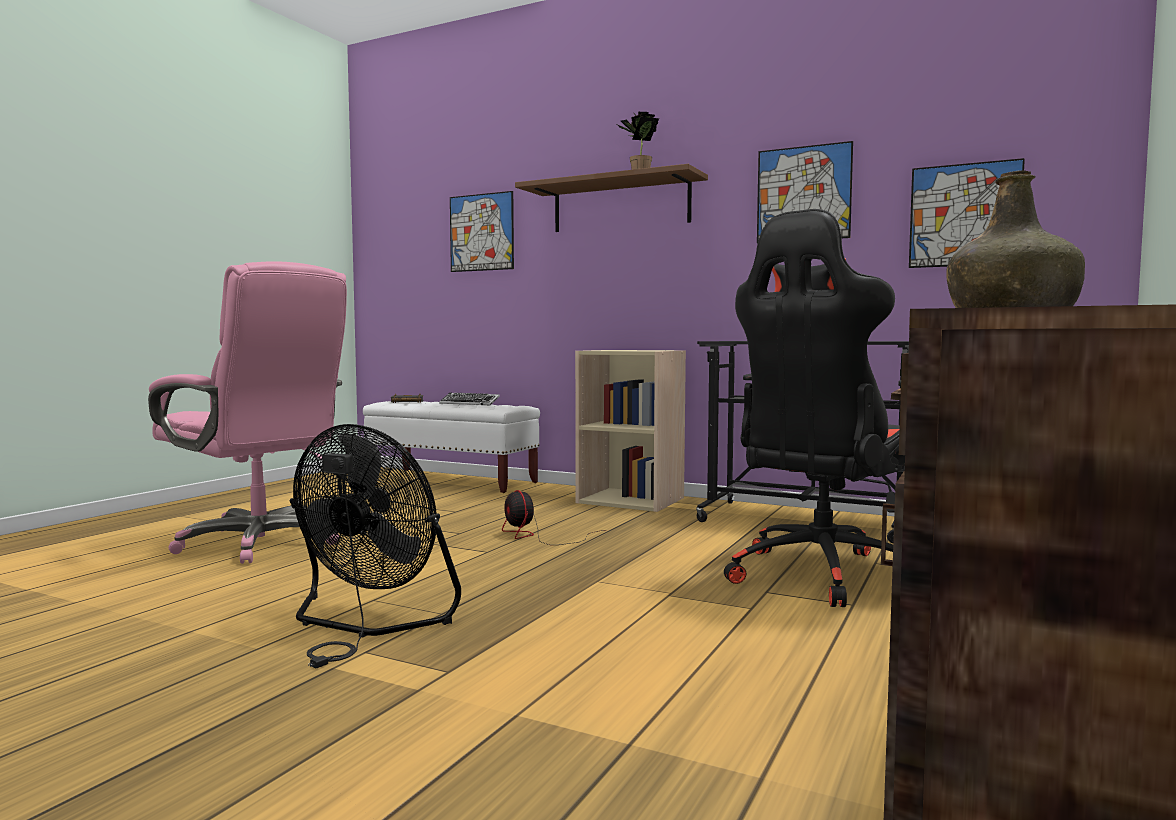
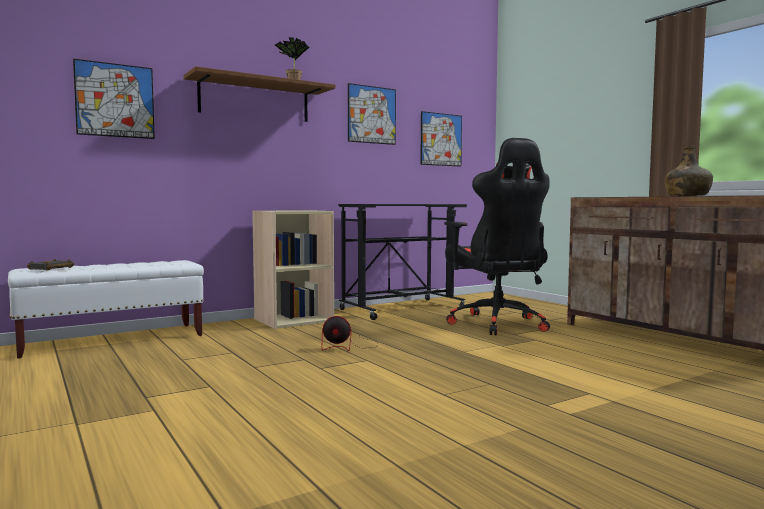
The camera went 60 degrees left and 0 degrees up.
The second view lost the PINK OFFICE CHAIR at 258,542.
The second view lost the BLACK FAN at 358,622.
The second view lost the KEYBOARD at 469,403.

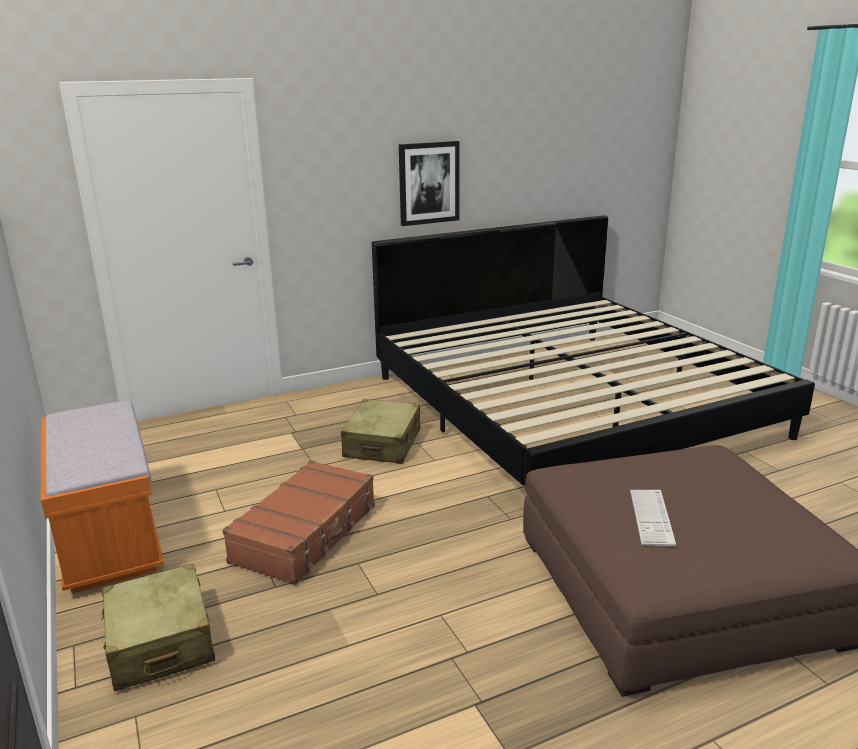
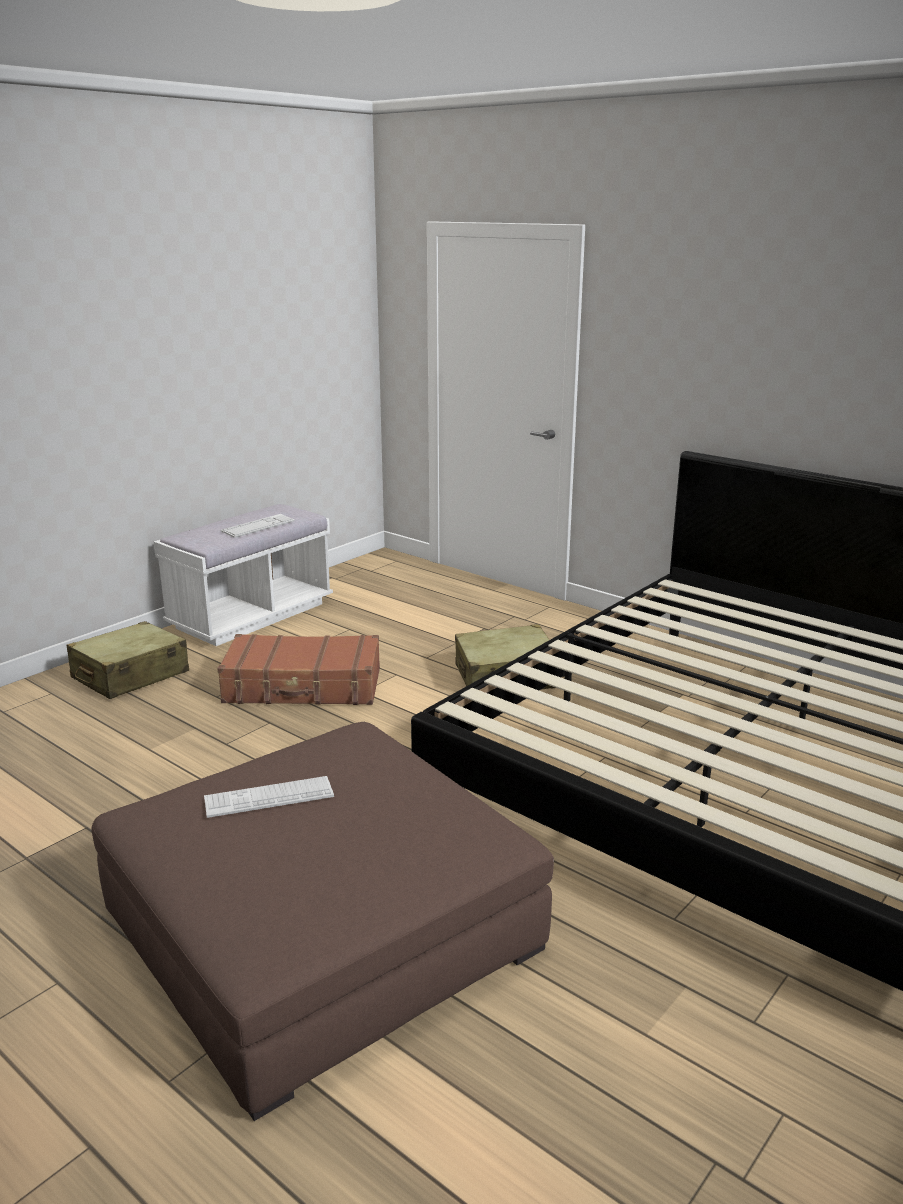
The camera went 65 degrees right and 0 degrees up.
What was the ORANGE BENCH at 109,537 turned into the WHITE BENCH at 251,616.
The second view lost the PICTURE at 429,183.
The second view gained the KEYBOARD at 258,526.

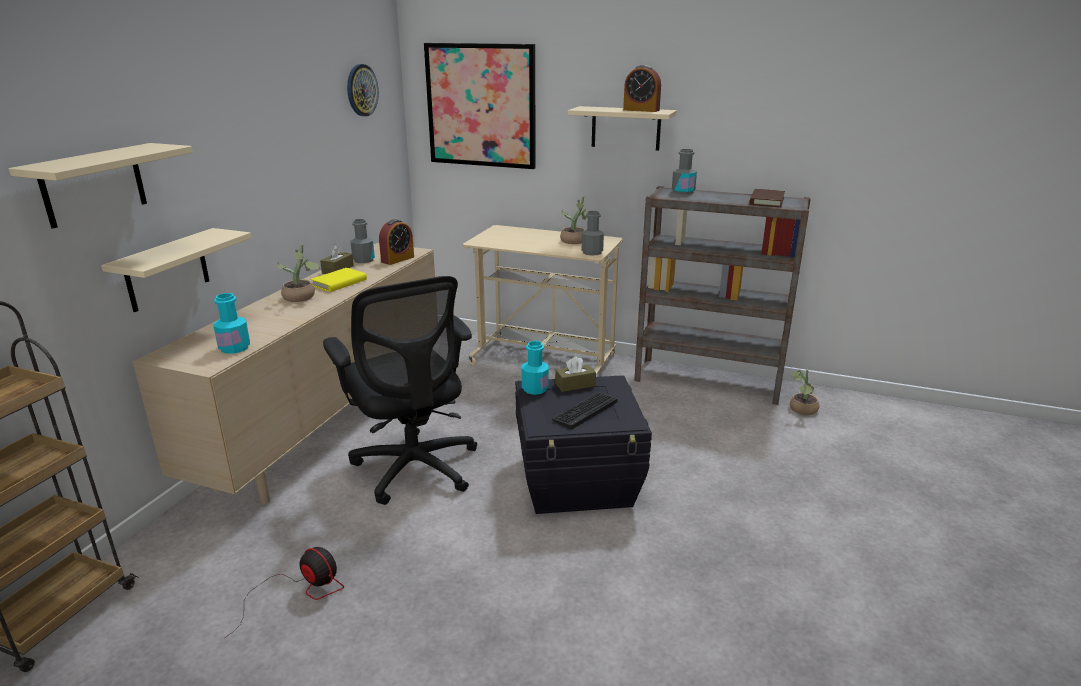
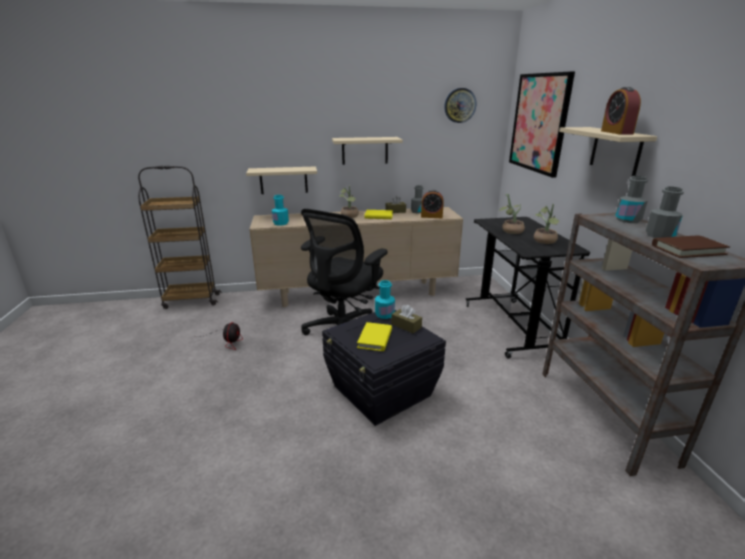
The camera went 60 degrees right and 0 degrees up.
The BEIGE SHELF ended up elsewhere, having gone from 93,185 to 365,150.
What was the BEIGE DESK at 544,360 turned into the BLACK DESK at 511,327.
Where the KEYBOARD stood at 585,410, the YELLOW BOOK came to stand at 375,339.
The GREY BOTTLE ended up elsewhere, having gone from 592,252 to 659,236.
The POTTED PLANT ended up elsewhere, having gone from 801,410 to 509,231.

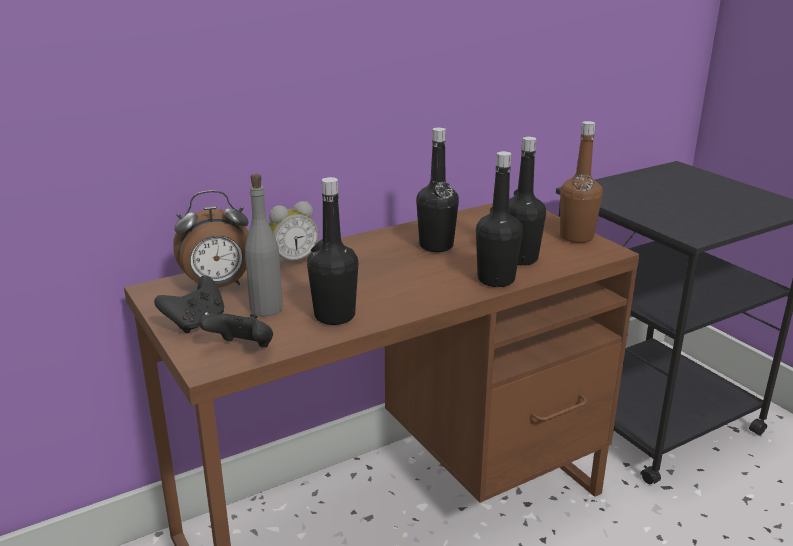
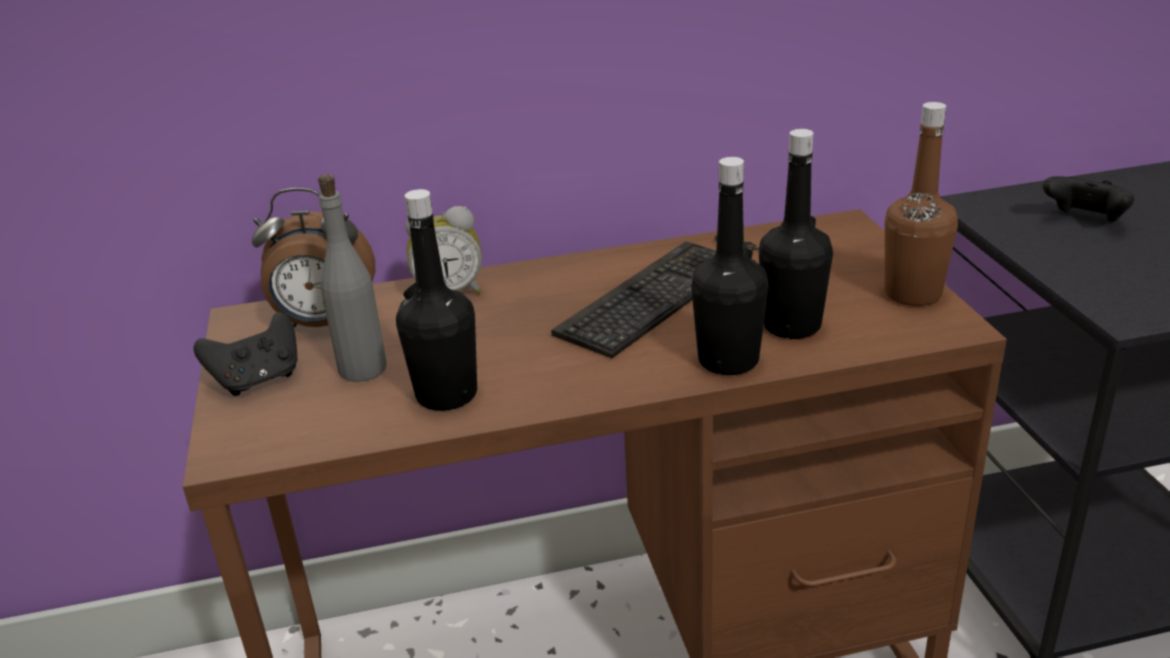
The camera went 20 degrees right and 5 degrees up.
The BLACK GAME CONTROLLER ended up elsewhere, having gone from 242,349 to 1084,221.
Where the BLACK BOTTLE stood at 436,246, the KEYBOARD came to stand at 673,287.

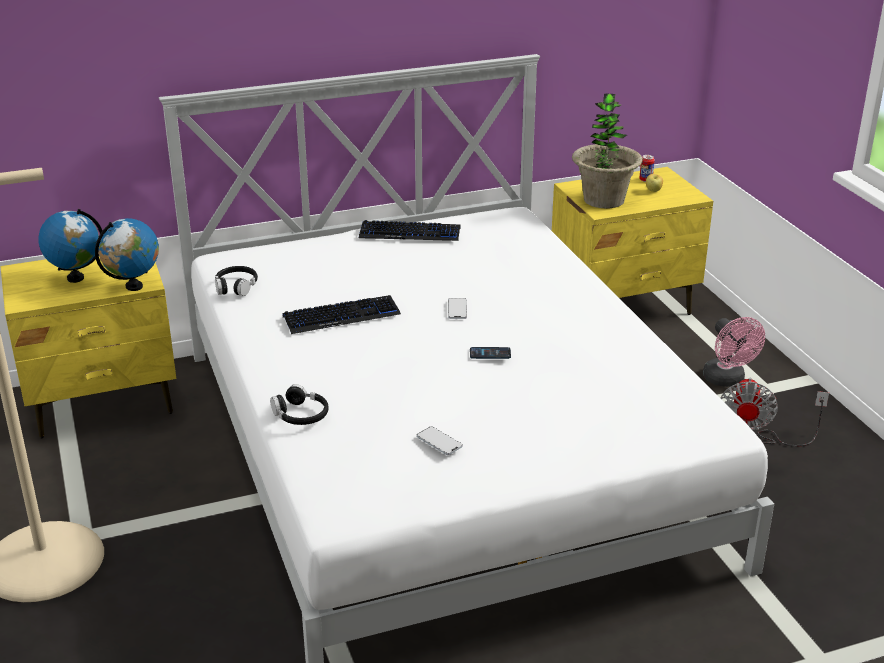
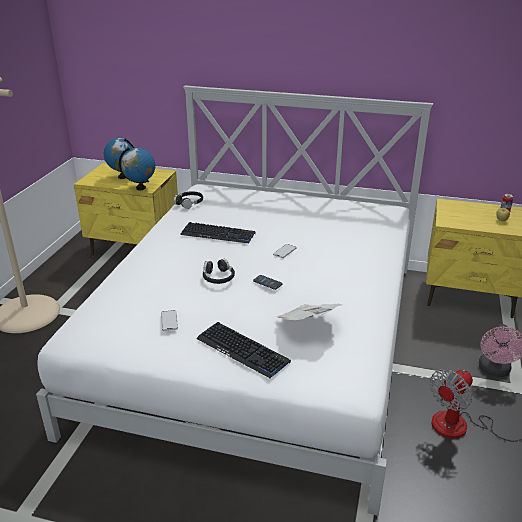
The camera went 35 degrees right and 0 degrees up.
The BLACK HEADPHONES ended up elsewhere, having gone from 300,415 to 218,277.
The KEYBOARD ended up elsewhere, having gone from 410,233 to 242,350.
The second view lost the POTTED PLANT at 603,200.
The second view gained the NEWSPAPER at 308,325.

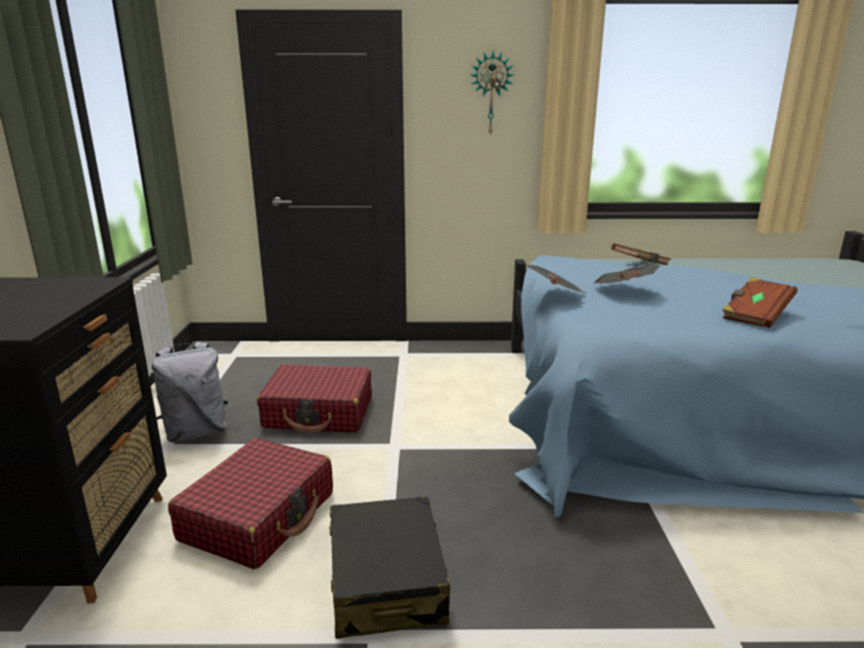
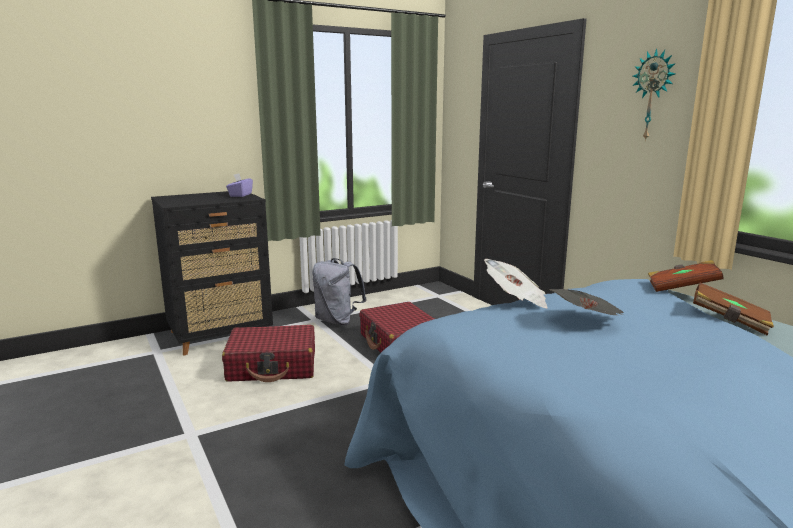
The camera went 60 degrees right and 5 degrees down.
The second view lost the BLACK SUITCASE at 386,582.
The BROWN BOOK ended up elsewhere, having gone from 755,316 to 681,289.
The second view gained the PURPLE TISSUE BOX at 240,195.

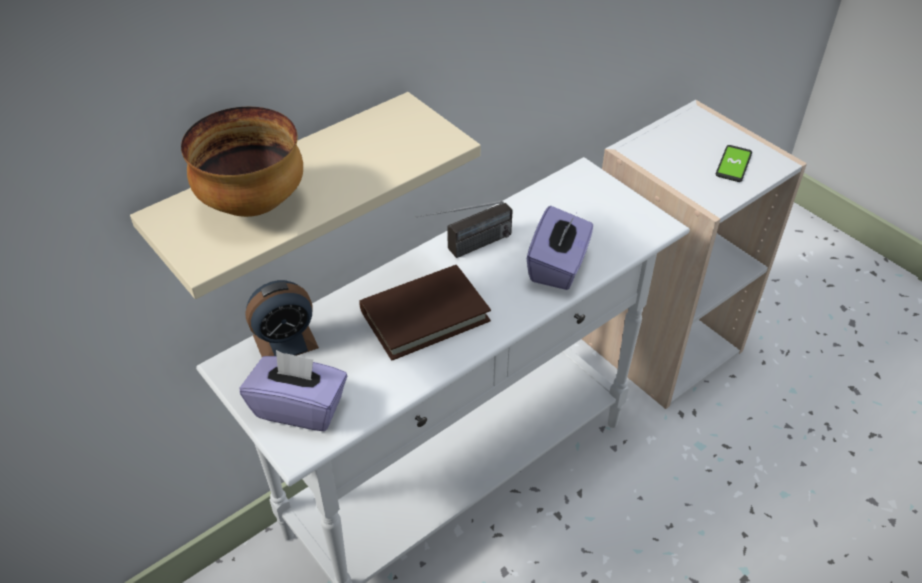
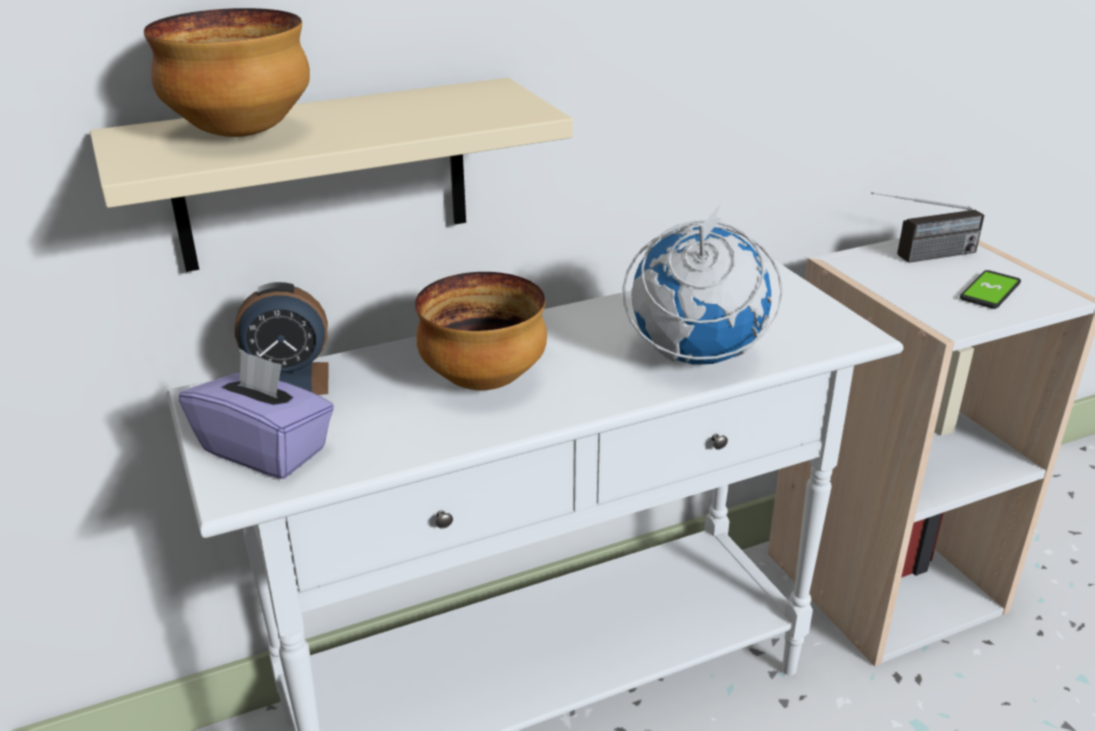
The camera went 15 degrees right and 15 degrees down.
Where the BROWN BOOK stood at 424,315, the BOWL came to stand at 485,382.
The RADIO ended up elsewhere, having gone from 465,249 to 919,257.
Where the PURPLE TISSUE BOX stood at 558,266, the GLOBE came to stand at 694,357.

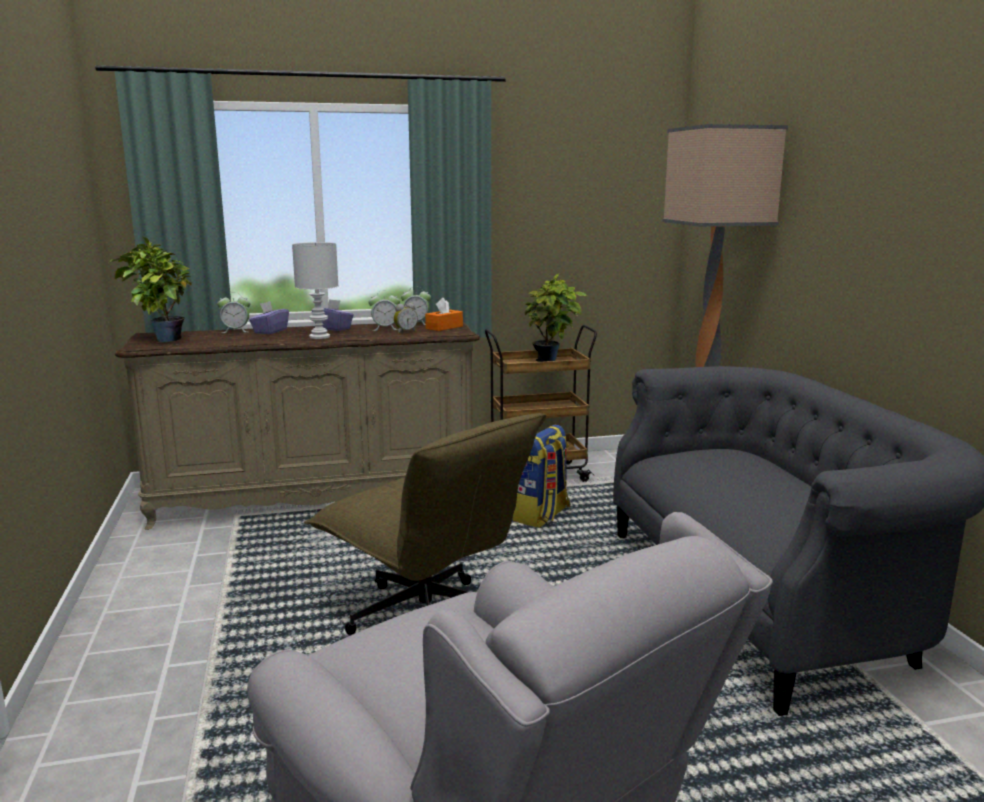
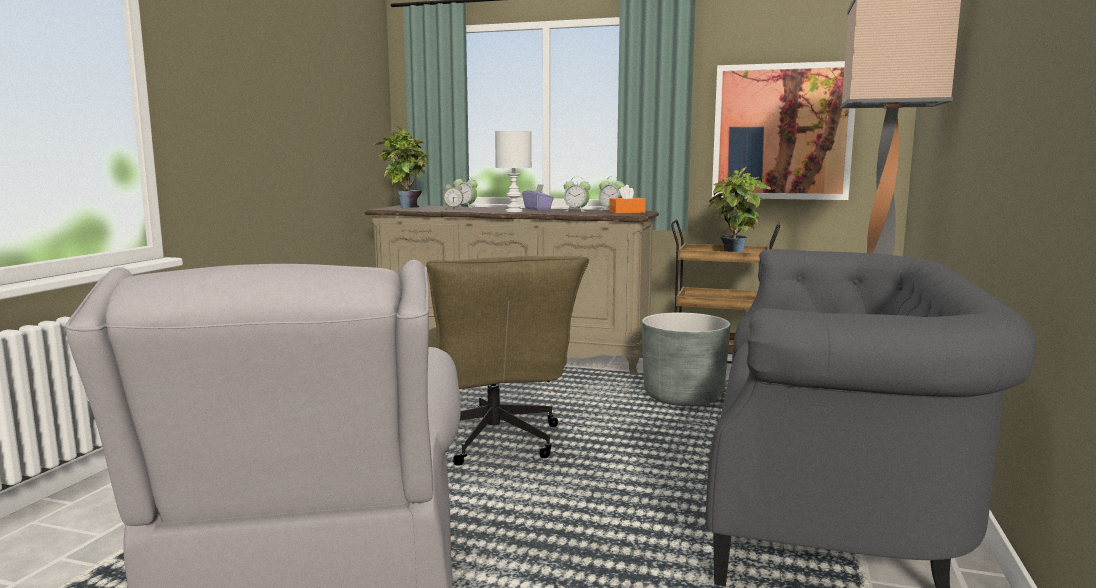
The camera went 30 degrees right and 5 degrees down.
The second view lost the PURPLE TISSUE BOX at 270,331.
The ALARM CLOCK ended up elsewhere, having gone from 405,332 to 453,209.
Where the BACKPACK stood at 542,516, the GREY PLANTER came to stand at 683,396.
The second view gained the PICTURE at 782,132.

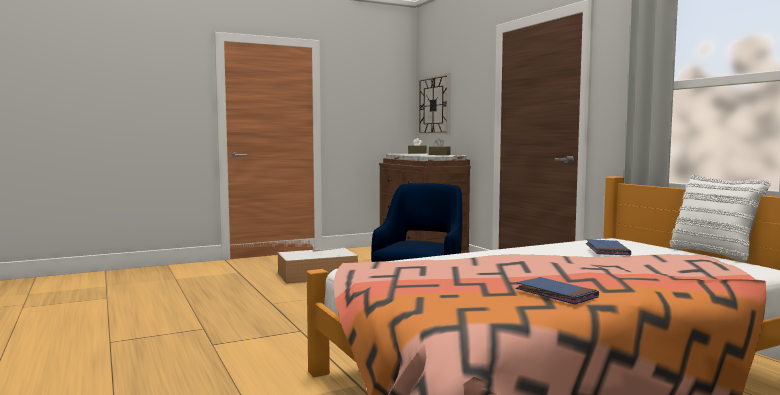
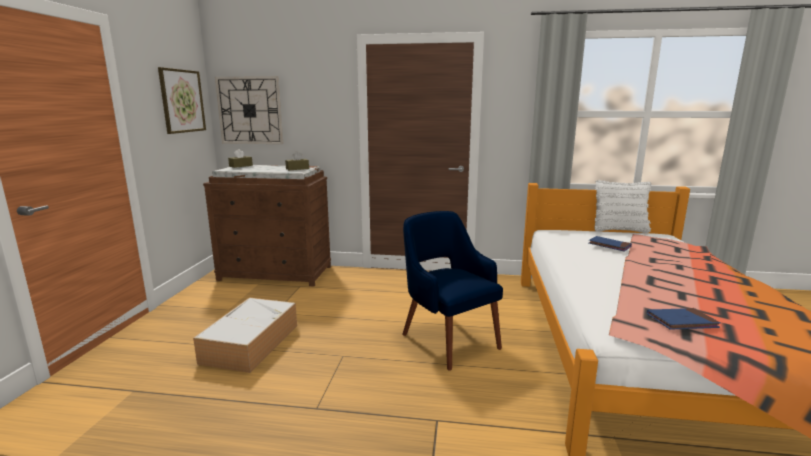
The camera went 55 degrees left and 10 degrees up.
The BLUE BOOK ended up elsewhere, having gone from 556,294 to 681,321.
The second view gained the PICTURE at 182,101.

